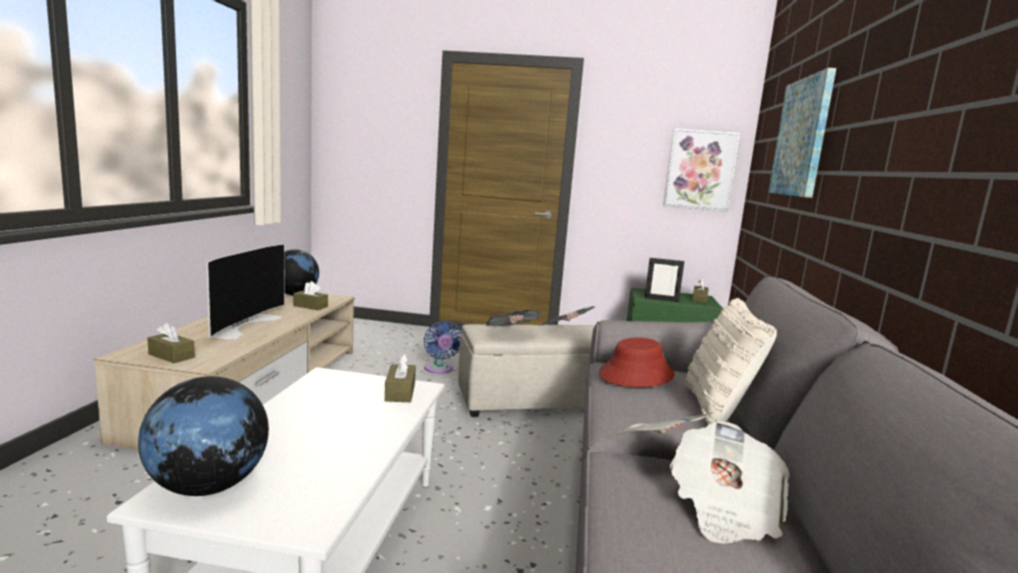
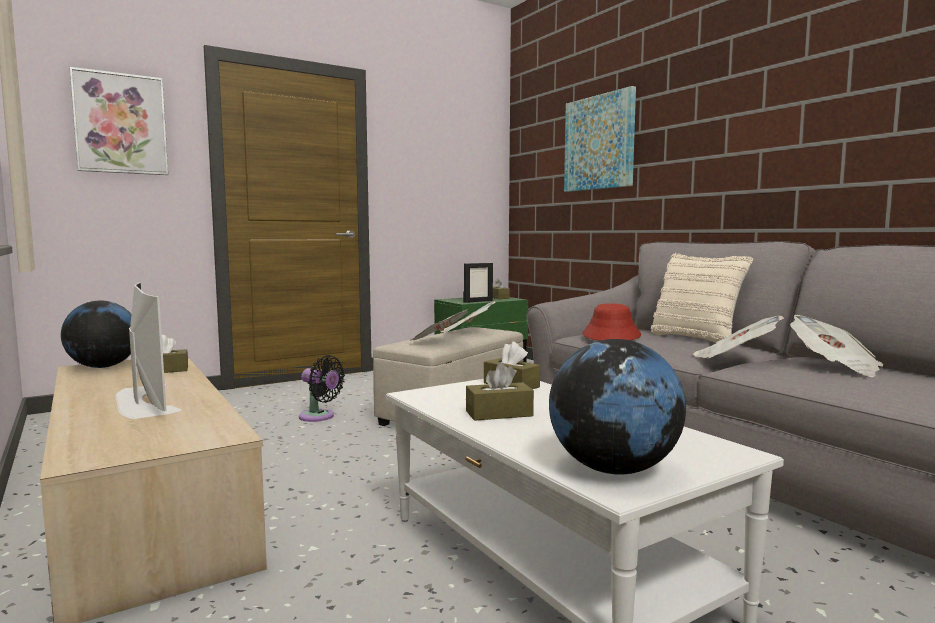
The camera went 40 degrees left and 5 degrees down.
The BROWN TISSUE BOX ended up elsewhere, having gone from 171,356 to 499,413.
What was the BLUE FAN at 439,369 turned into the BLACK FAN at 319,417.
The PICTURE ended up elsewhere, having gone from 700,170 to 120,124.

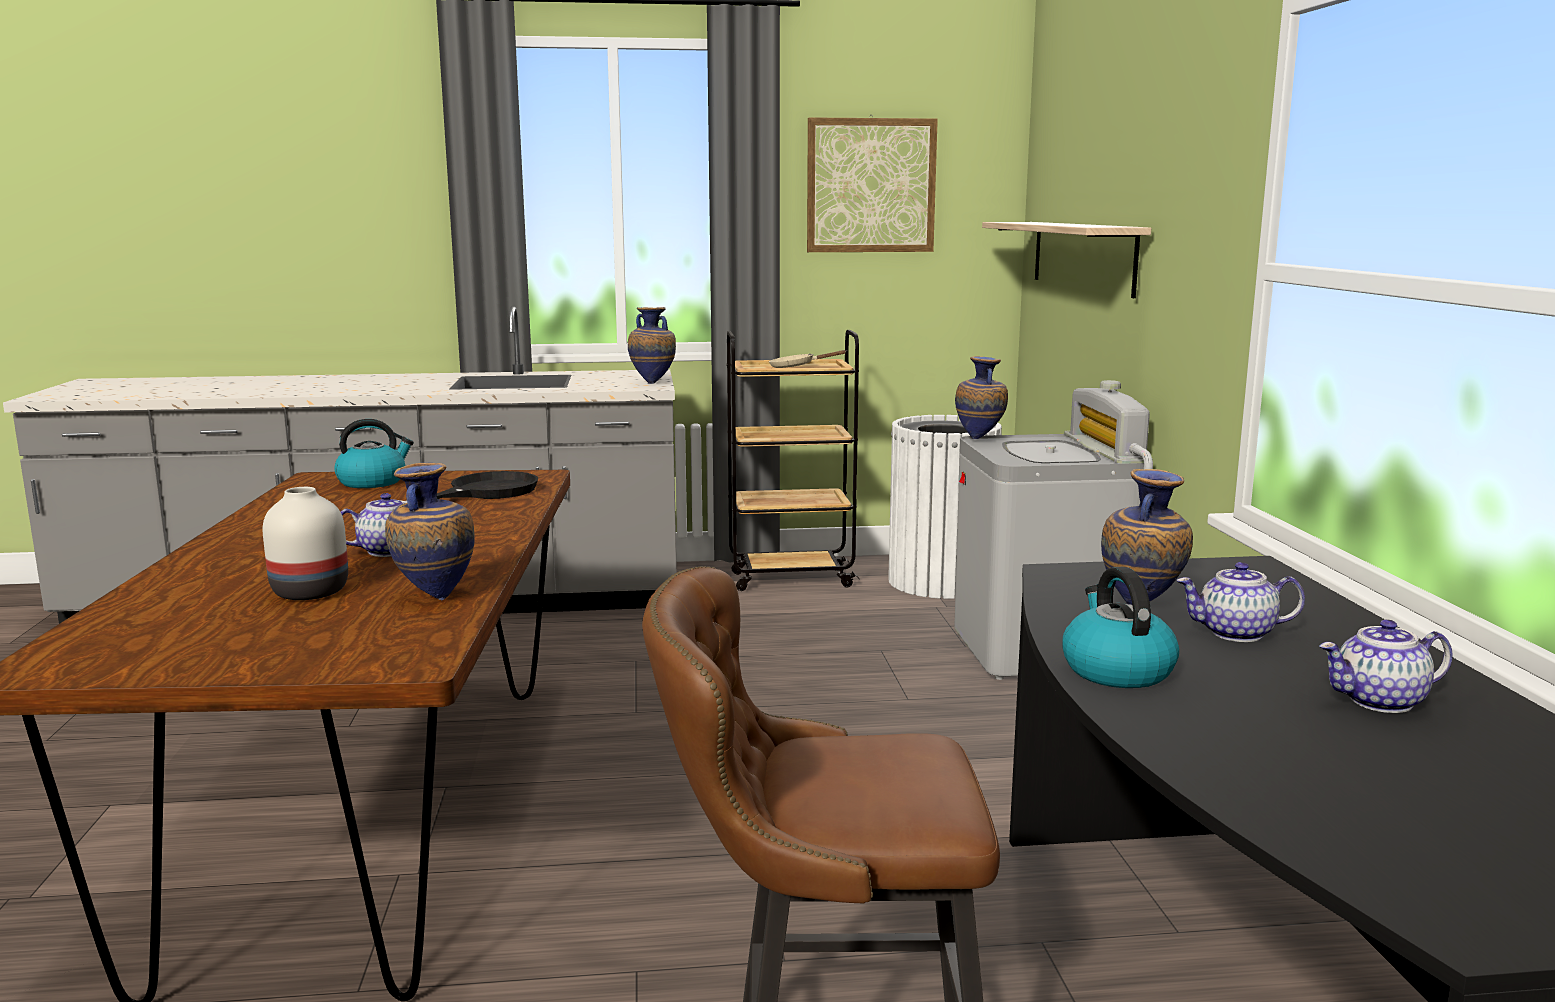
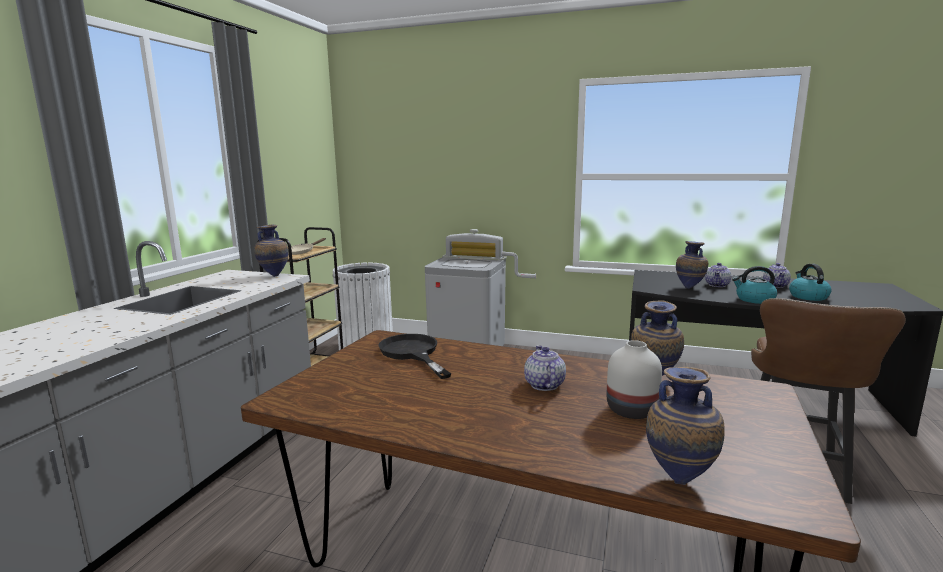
The camera went 65 degrees left and 0 degrees up.
The KETTLE ended up elsewhere, having gone from 373,482 to 807,296.
The second view lost the PICTURE at 871,184.
The VASE ended up elsewhere, having gone from 980,439 to 679,478.
The second view lost the SHELF at 1082,256.

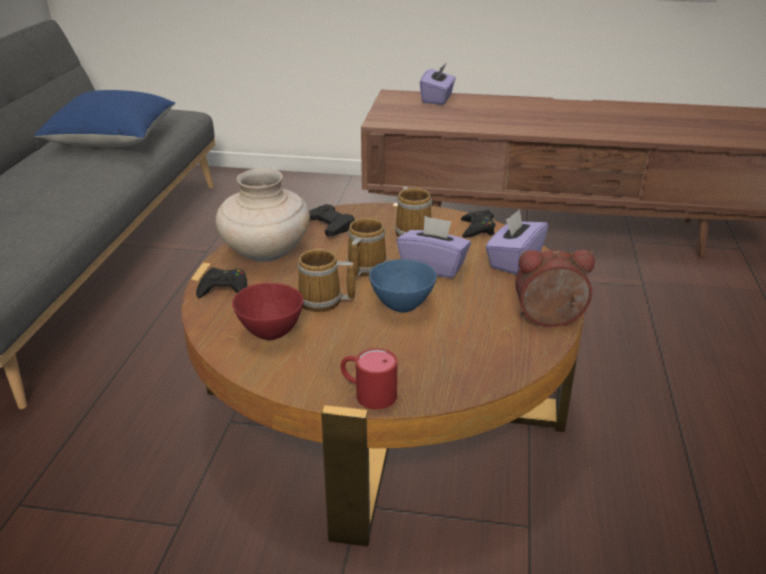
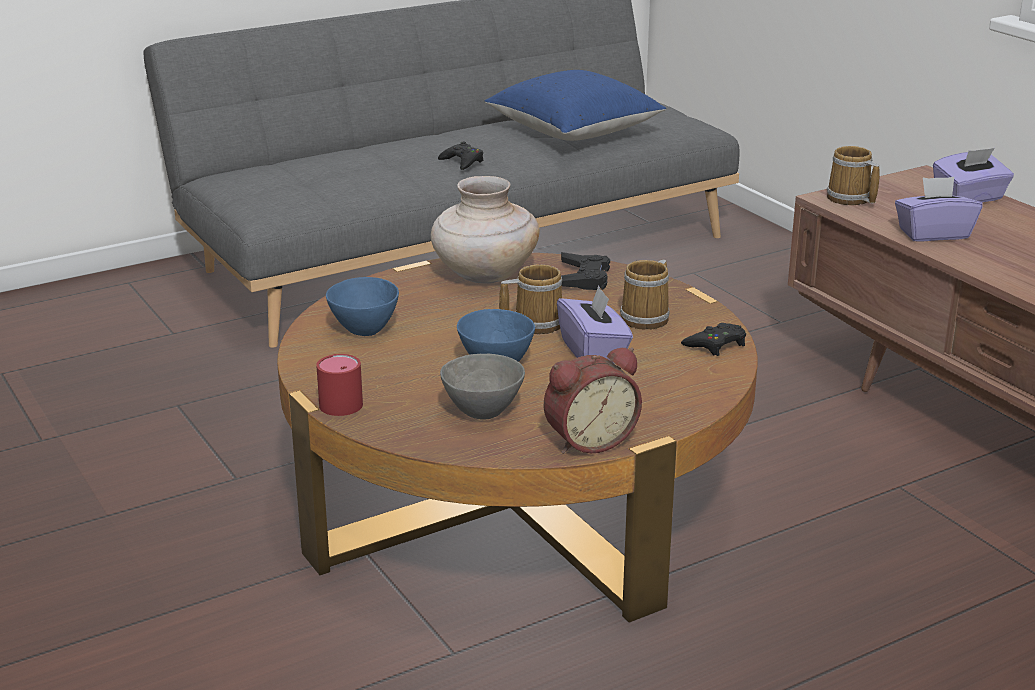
The camera went 50 degrees right and 5 degrees down.
The BLACK GAME CONTROLLER ended up elsewhere, having gone from 224,289 to 462,161.
What was the RED BOWL at 270,333 turned into the BLUE BOWL at 363,330.
The MUG ended up elsewhere, having gone from 323,301 to 849,199.
The PURPLE TISSUE BOX ended up elsewhere, having gone from 514,261 to 933,234.
The ALARM CLOCK at 549,320 ended up facing another way, 105 degrees clockwise from before.
The second view gained the GREY BOWL at 482,413.

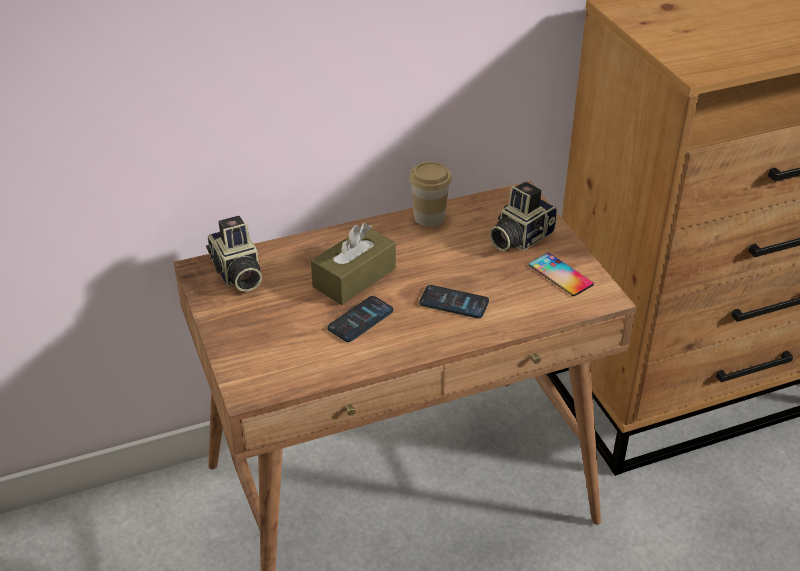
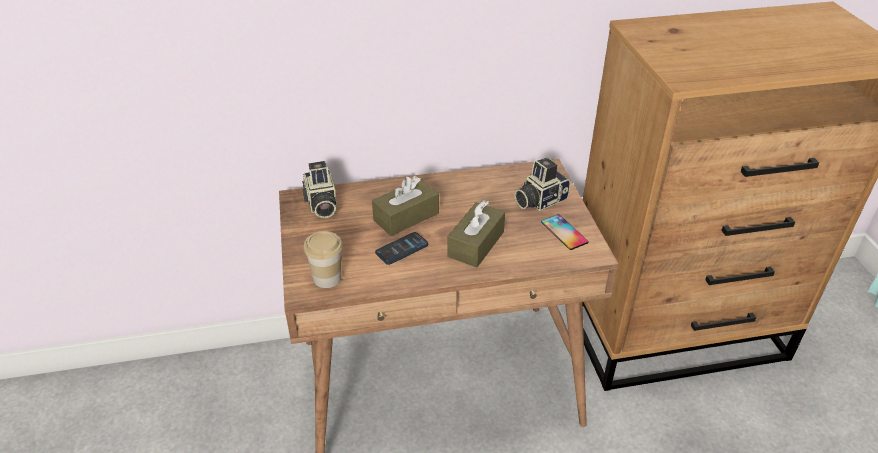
The camera went 10 degrees right and 0 degrees up.
The CUP ended up elsewhere, having gone from 429,217 to 327,278.
Where the PHONE stood at 454,303, the BROWN TISSUE BOX came to stand at 476,244.

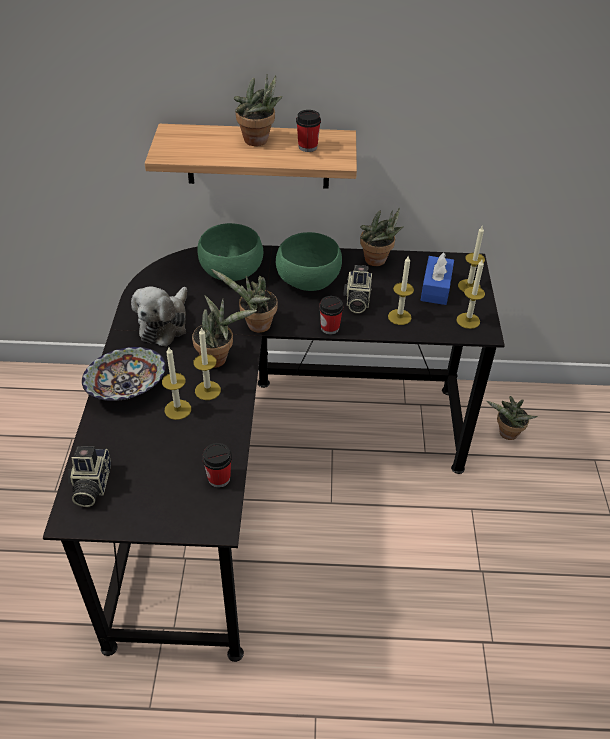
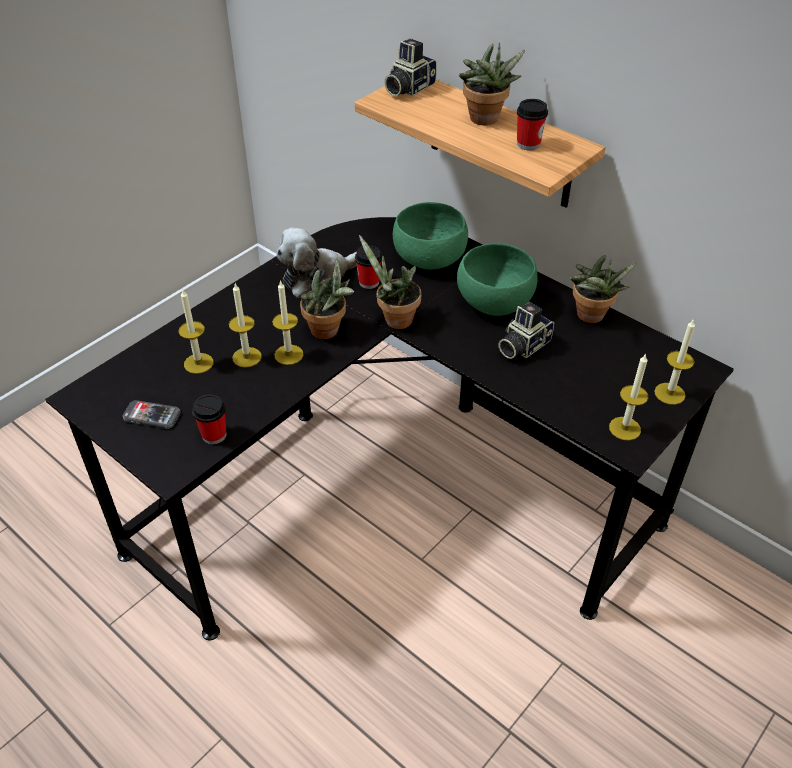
The camera went 40 degrees right and 0 degrees up.
The PHOTO CAMERA ended up elsewhere, having gone from 90,485 to 408,88.
The second view lost the BOWL at 127,388.
The CUP ended up elsewhere, having gone from 330,328 to 369,282.
The CANDLE ended up elsewhere, having gone from 399,317 to 198,363.
The second view lost the BLUE TISSUE BOX at 436,288.
The second view lost the POTTED PLANT at 506,434.
The second view gained the PHONE at 152,416.

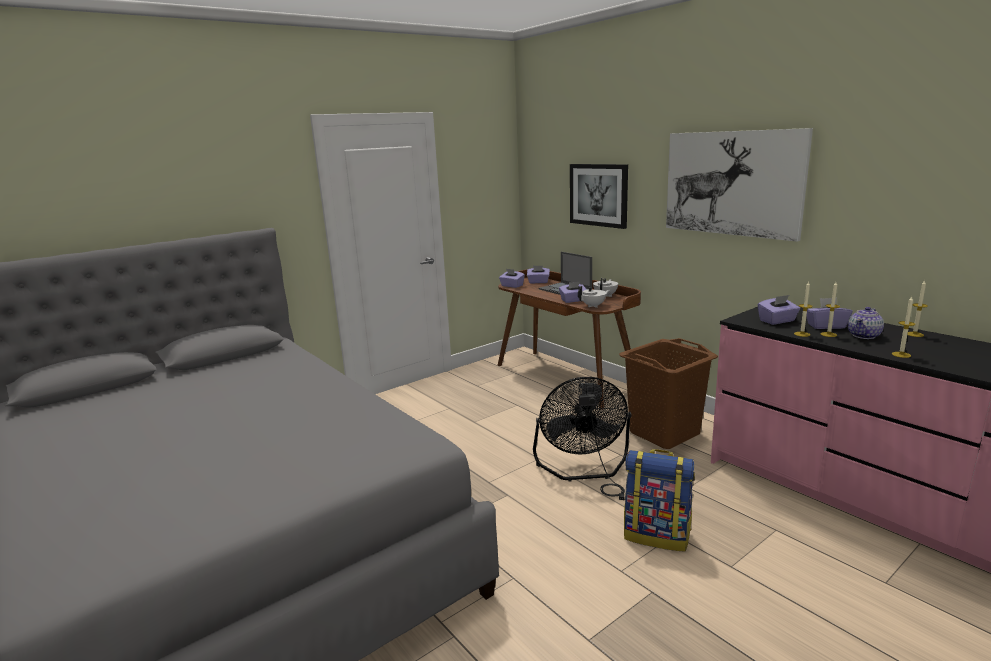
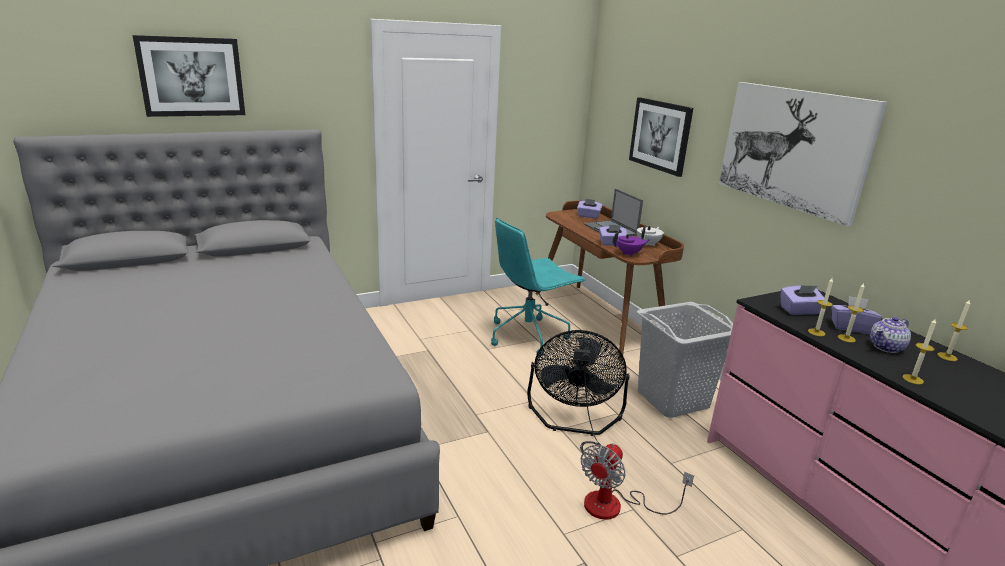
The camera went 10 degrees right and 5 degrees up.
The second view lost the PURPLE TISSUE BOX at 512,286.
What was the WHITE TEAPOT at 593,306 turned into the PURPLE TEAPOT at 629,254.
What was the BROWN LAUNDRY BASKET at 664,433 turned into the GREY LAUNDRY BASKET at 673,400.
Where the BACKPACK stood at 657,535, the FAN came to stand at 616,505.
The second view gained the PICTURE at 192,77.
The second view gained the TURQUOISE OFFICE CHAIR at 530,335.

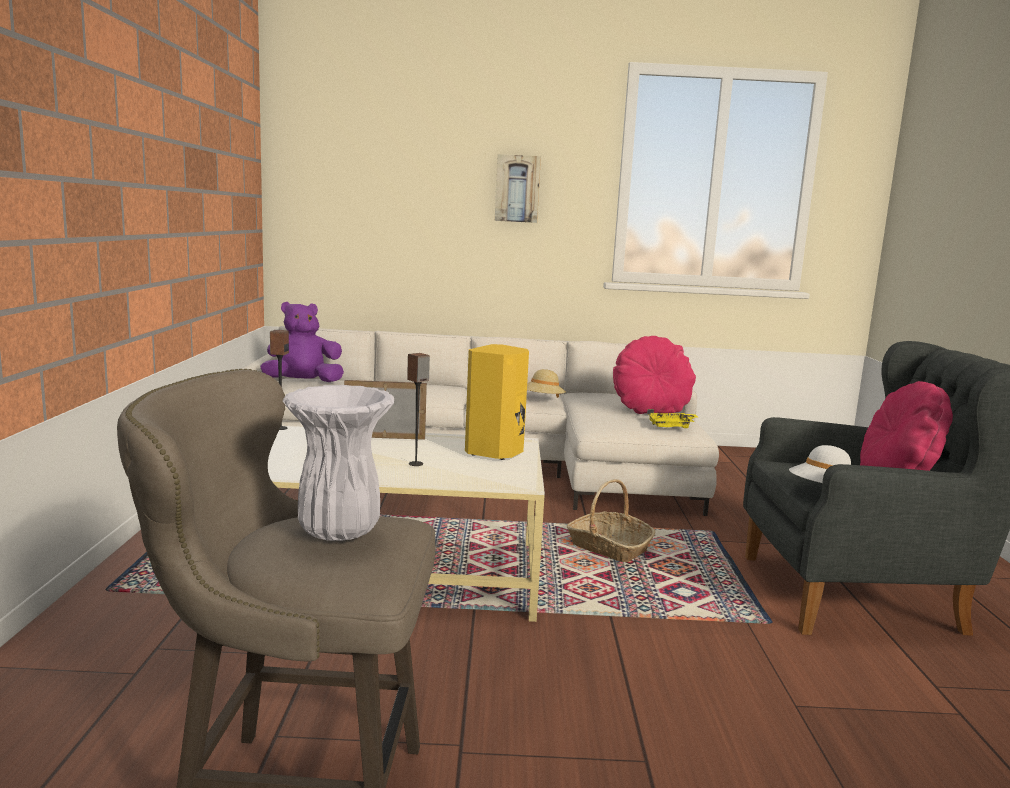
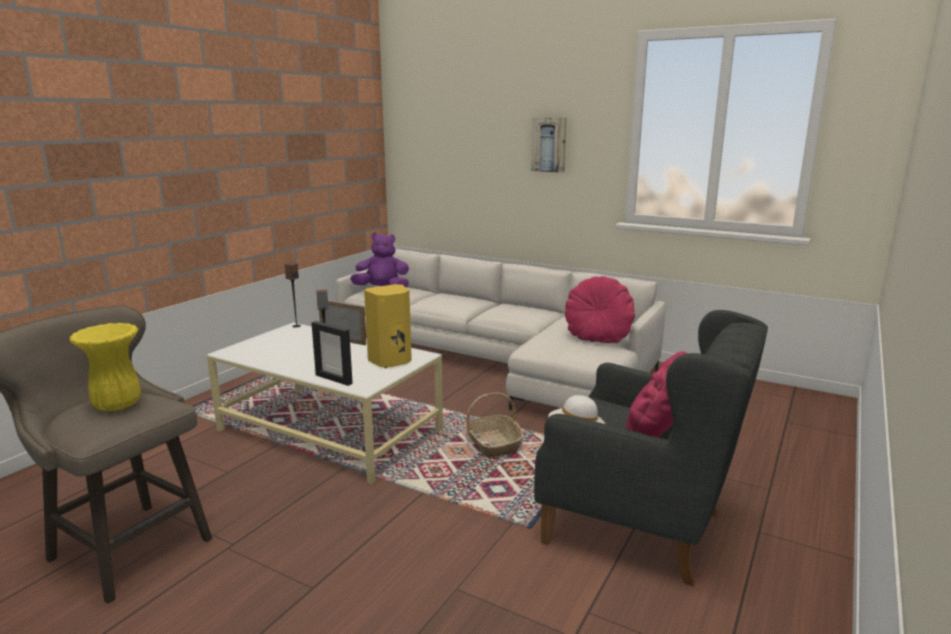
The camera went 30 degrees right and 5 degrees up.
What was the WHITE VASE at 341,531 turned into the YELLOW VASE at 118,405.
The second view lost the BEIGE HAT at 542,400.
The second view lost the YELLOW TRAY at 671,426.
The second view gained the PICTURE FRAME at 334,379.

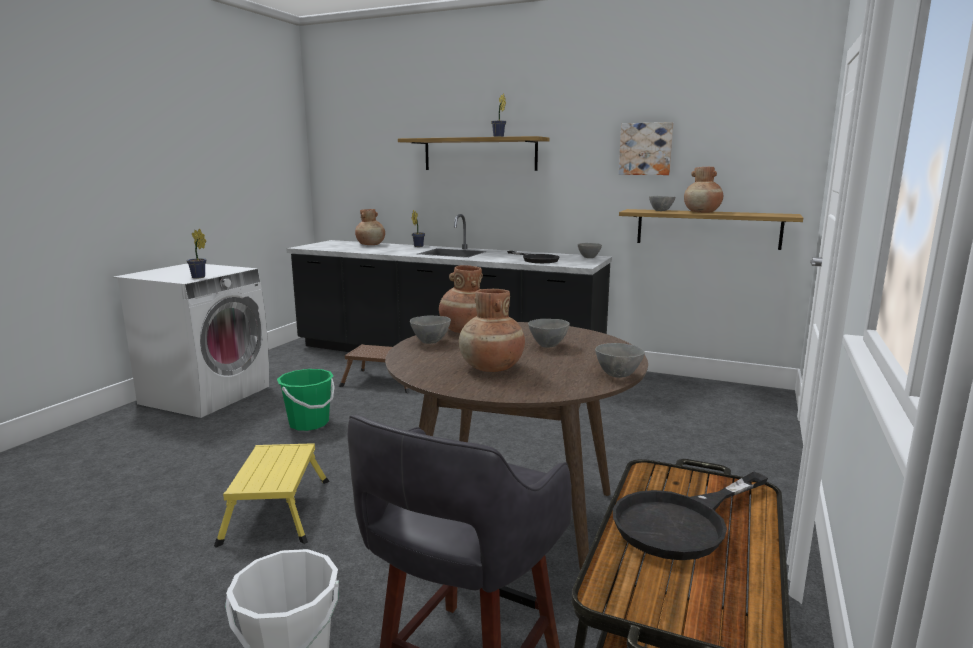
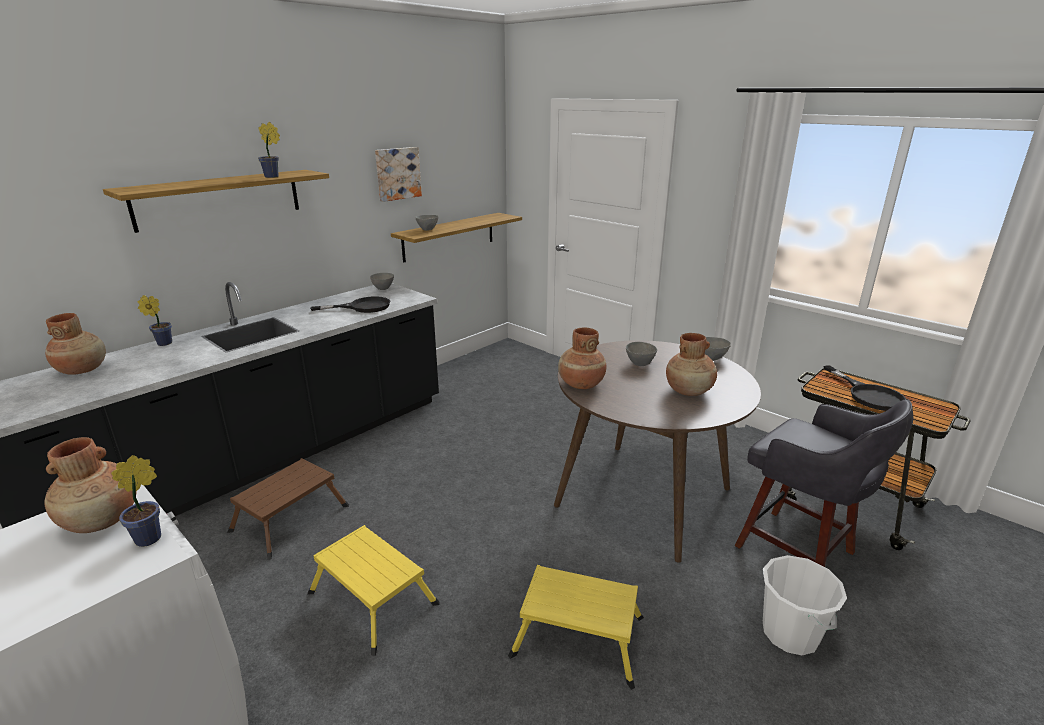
The camera went 70 degrees left and 10 degrees up.
Where the GREEN BUCKET stood at 309,423, the YELLOW STEP LADDER came to stand at 372,597.
The second view lost the GREY BOWL at 430,341.
The BROWN VASE ended up elsewhere, having gone from 702,212 to 102,520.

